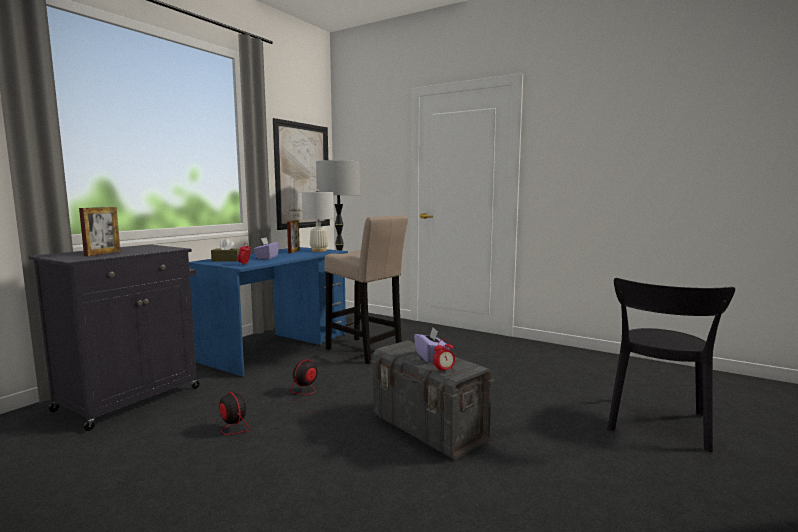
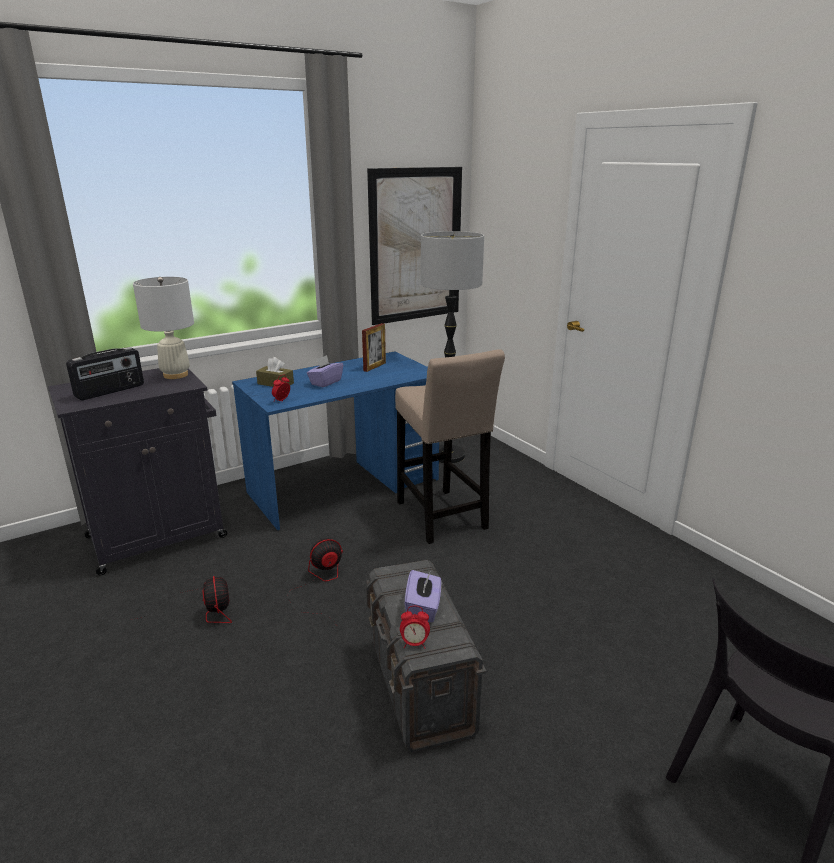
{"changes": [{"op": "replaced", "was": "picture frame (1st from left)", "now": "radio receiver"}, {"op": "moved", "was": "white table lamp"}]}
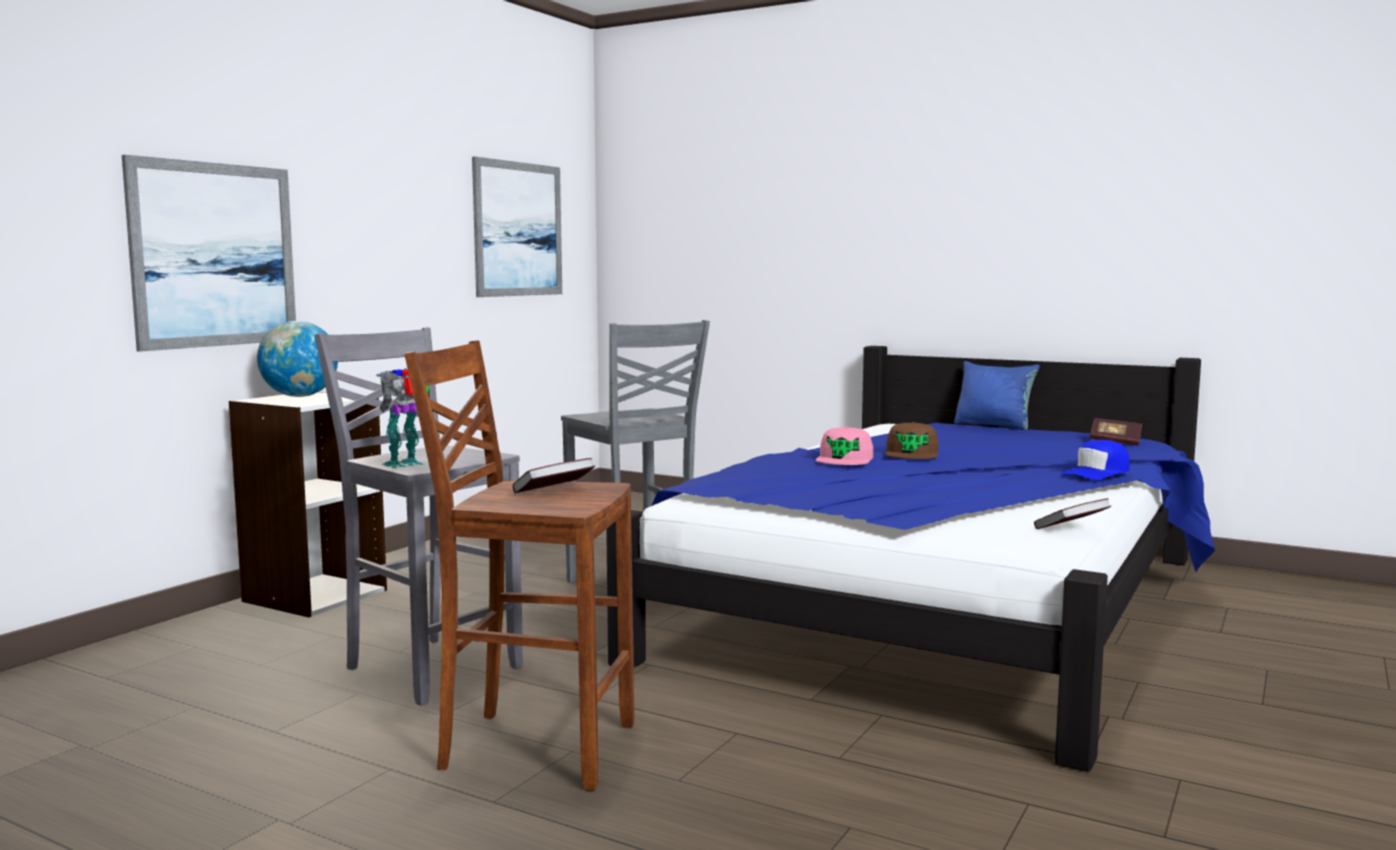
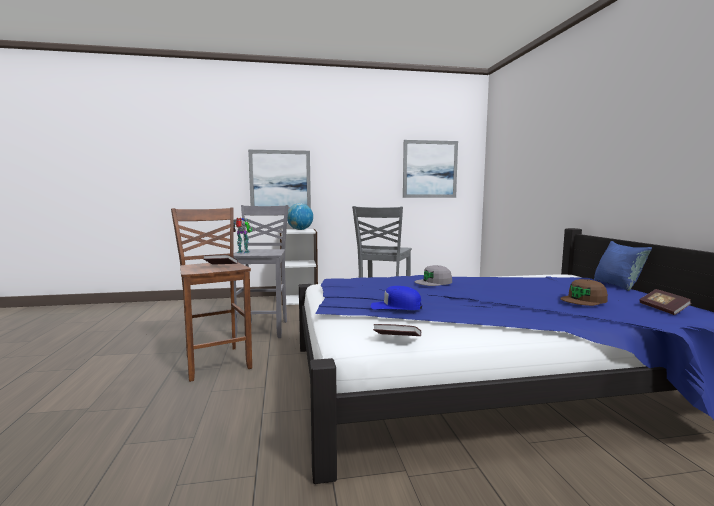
{"changes": [{"op": "moved", "was": "blue-coloured peaked cap"}, {"op": "recoloured", "was": "pink-coloured peaked cap", "now": "grey peaked cap"}, {"op": "moved", "was": "brownish peaked cap"}]}
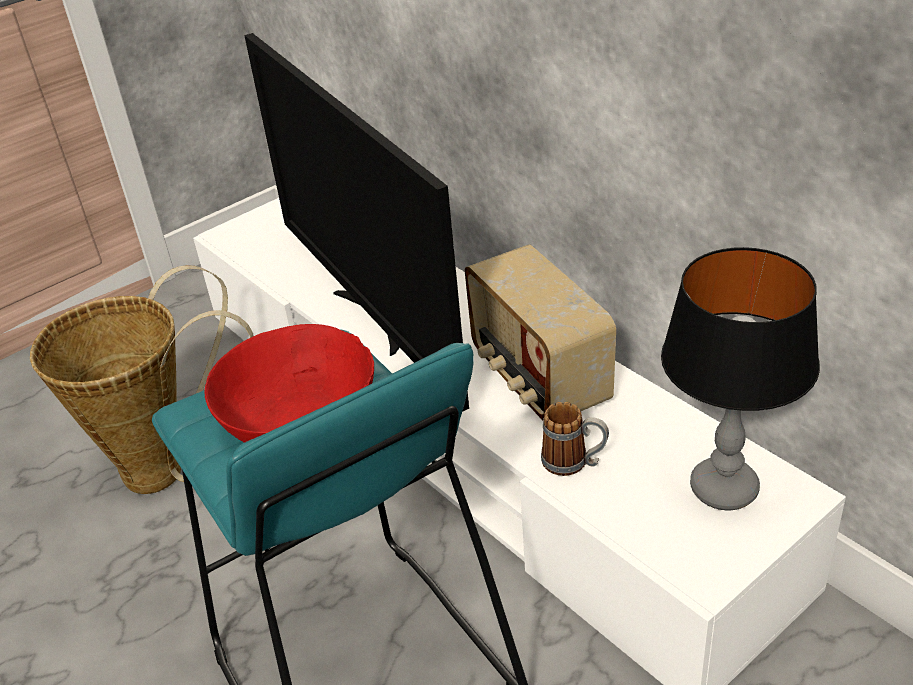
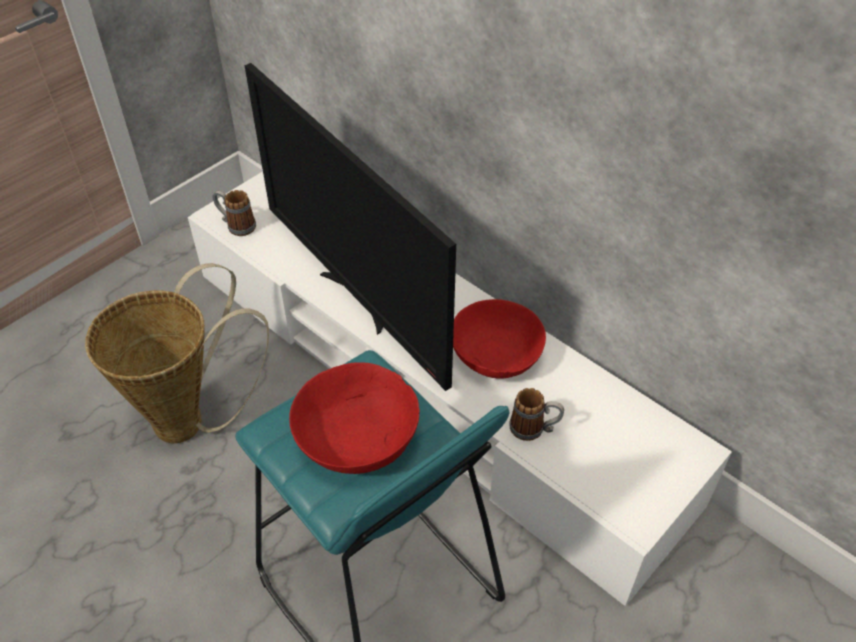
{"changes": [{"op": "added", "now": "mug (1st from left)"}, {"op": "replaced", "was": "radio receiver", "now": "red-coloured deep dish (2nd from left)"}, {"op": "removed", "was": "table lamp"}]}
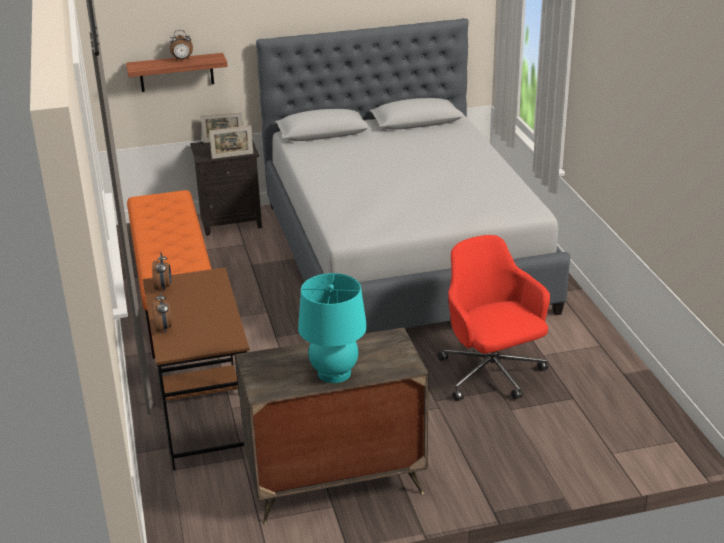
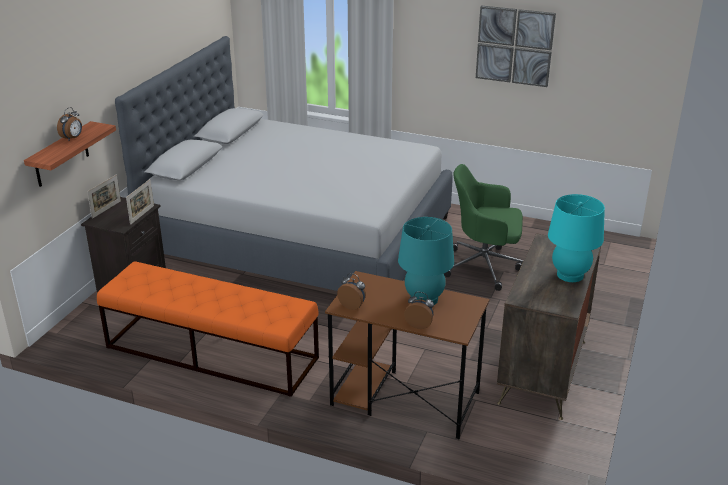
{"changes": [{"op": "added", "now": "turquoise-coloured table lamp (1st from left)"}, {"op": "recoloured", "was": "red-coloured computer chair", "now": "green-coloured computer chair"}, {"op": "added", "now": "wall picture"}]}
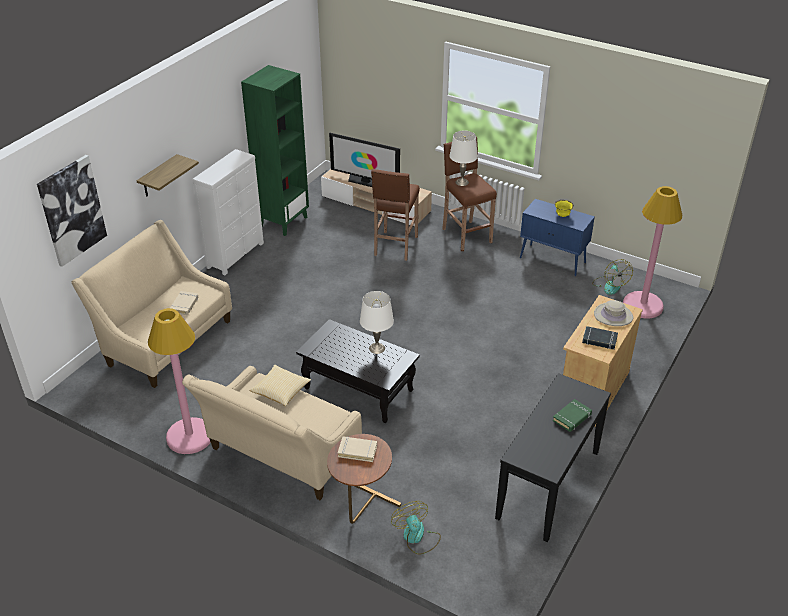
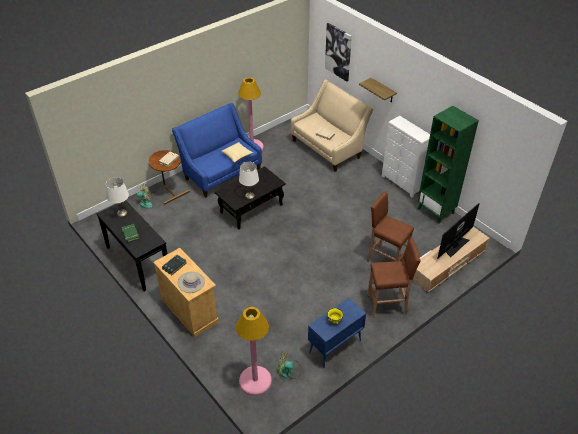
{"changes": [{"op": "moved", "was": "white table lamp (2nd from left in the first image)", "now": "white table lamp (1st from left)"}, {"op": "recoloured", "was": "beige couch (2nd from left)", "now": "blue-coloured couch"}]}
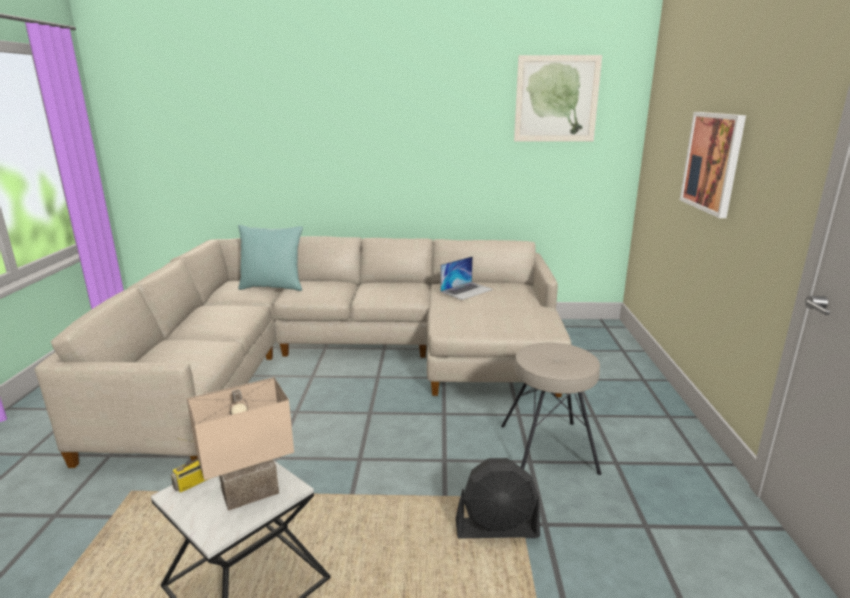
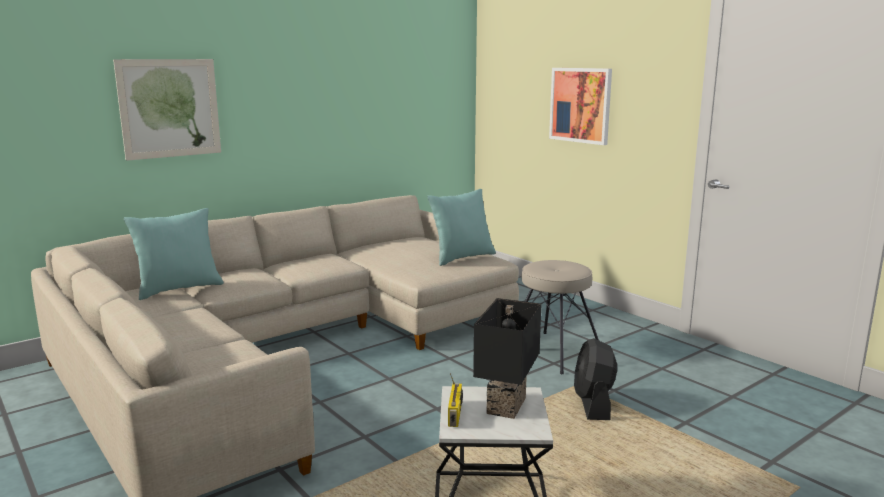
{"changes": [{"op": "moved", "was": "wall picture (1st from left)"}, {"op": "added", "now": "turquoise-coloured pillow (2nd from left)"}, {"op": "recoloured", "was": "beige table lamp", "now": "black table lamp"}, {"op": "turned", "was": "black fan", "clockwise": 135}, {"op": "removed", "was": "notebook computer"}]}
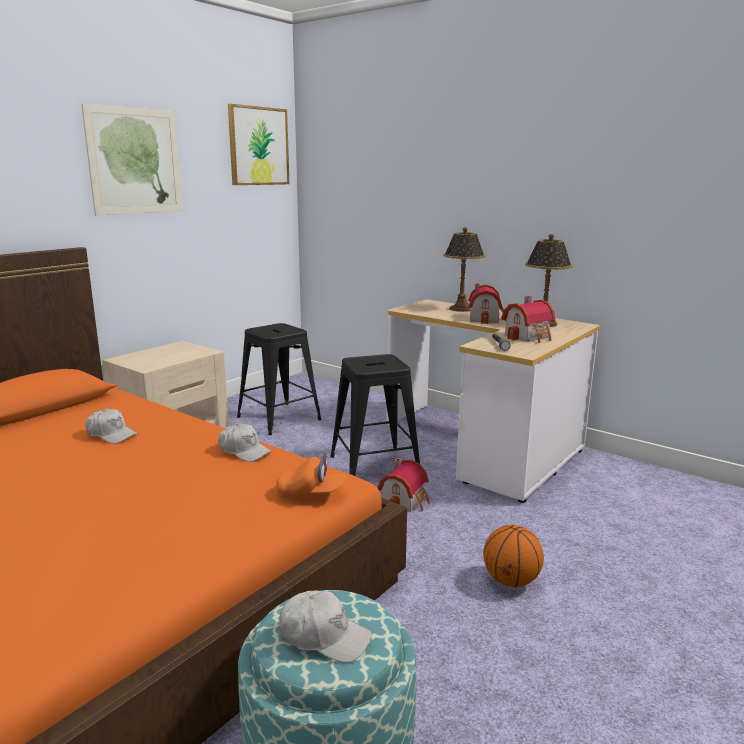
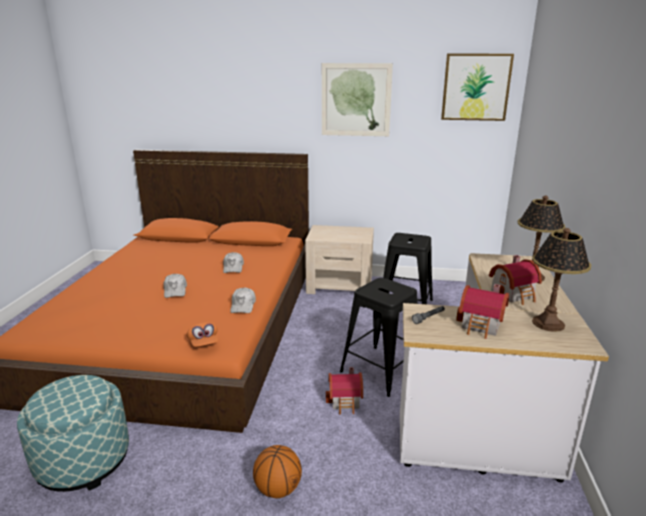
{"changes": [{"op": "moved", "was": "white peaked cap (3rd from left in the first image)", "now": "white peaked cap (1st from left)"}]}
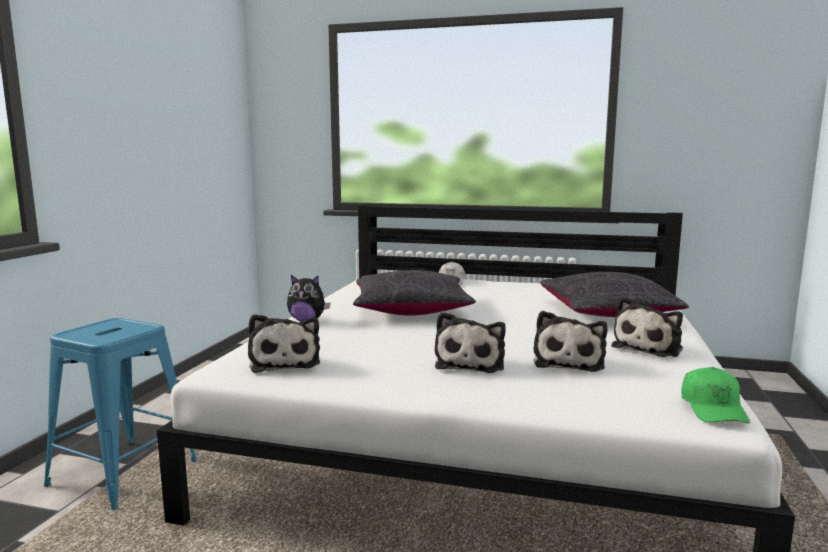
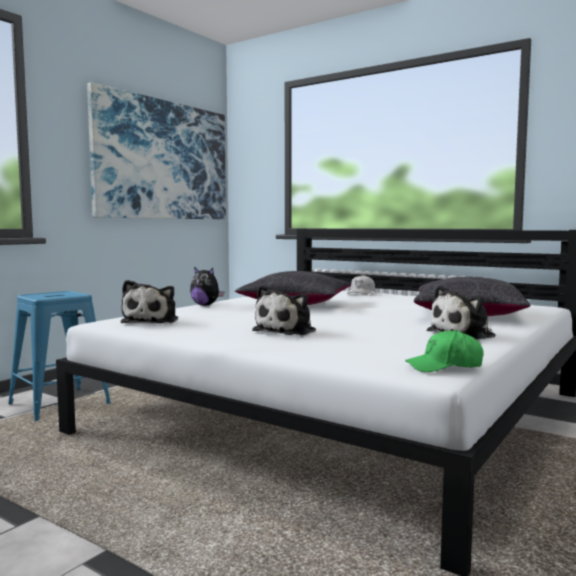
{"changes": [{"op": "added", "now": "wall picture"}, {"op": "turned", "was": "green-coloured peaked cap", "clockwise": 60}, {"op": "removed", "was": "plush toy (4th from left)"}]}
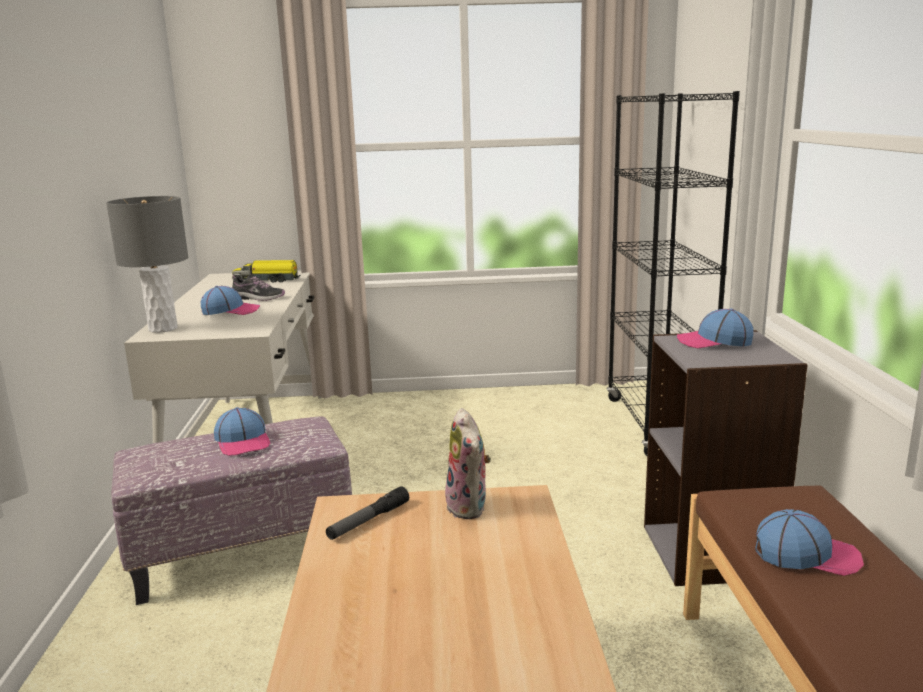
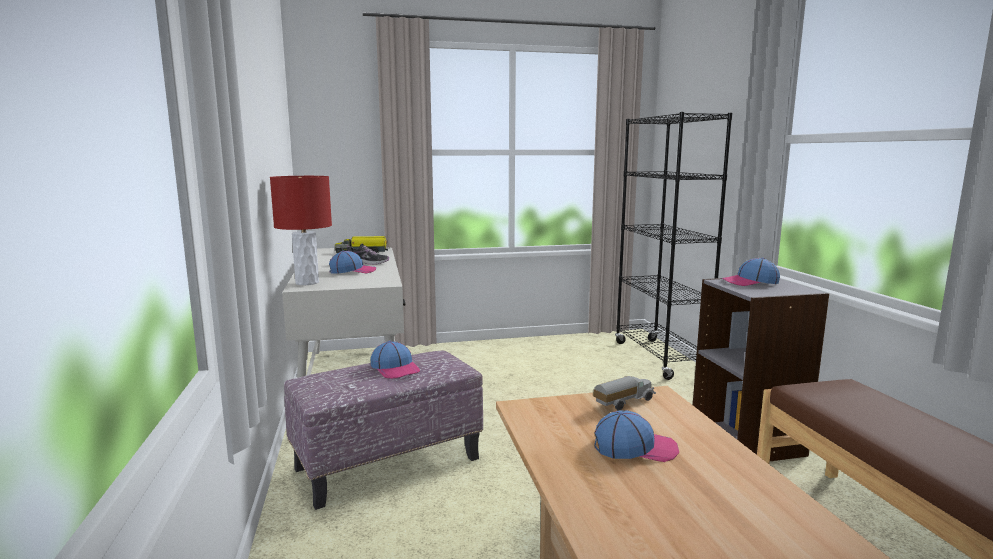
{"changes": [{"op": "recoloured", "was": "grey table lamp", "now": "red-coloured table lamp"}, {"op": "replaced", "was": "plush toy", "now": "toy lorry (2nd from left)"}, {"op": "moved", "was": "peaked cap (4th from left in the first image)", "now": "peaked cap (3rd from left)"}, {"op": "removed", "was": "torch"}]}
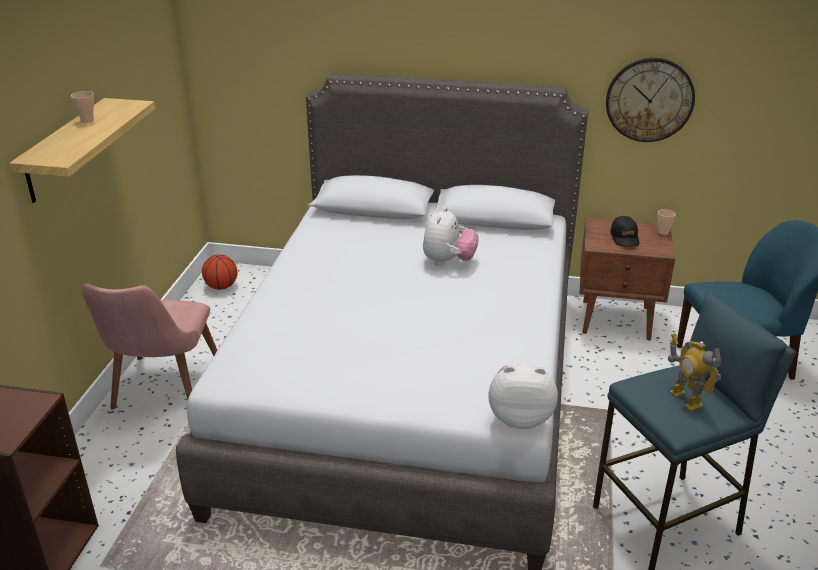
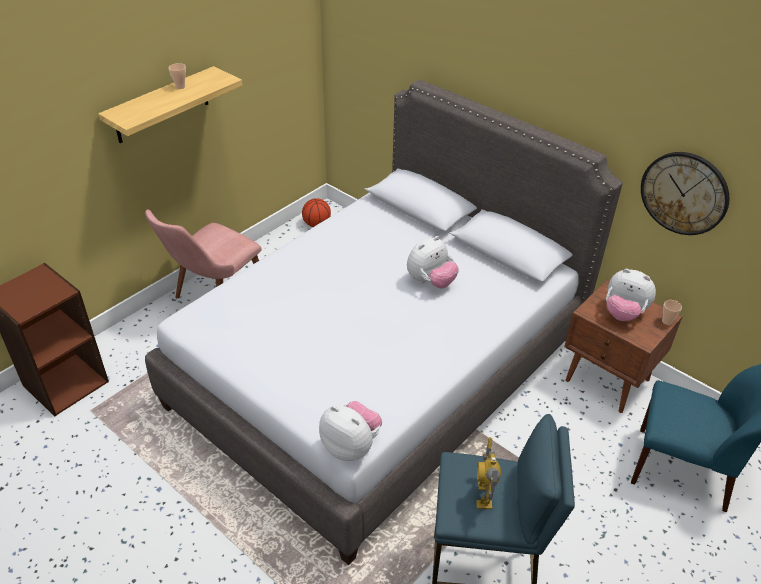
{"changes": [{"op": "replaced", "was": "black peaked cap", "now": "plush toy (3rd from left)"}]}
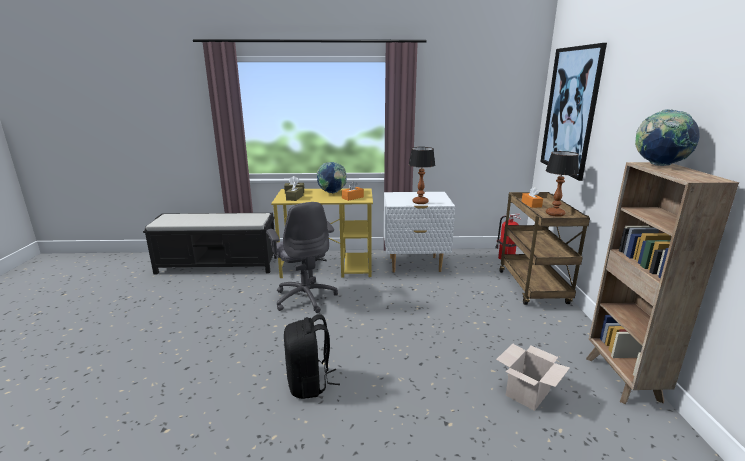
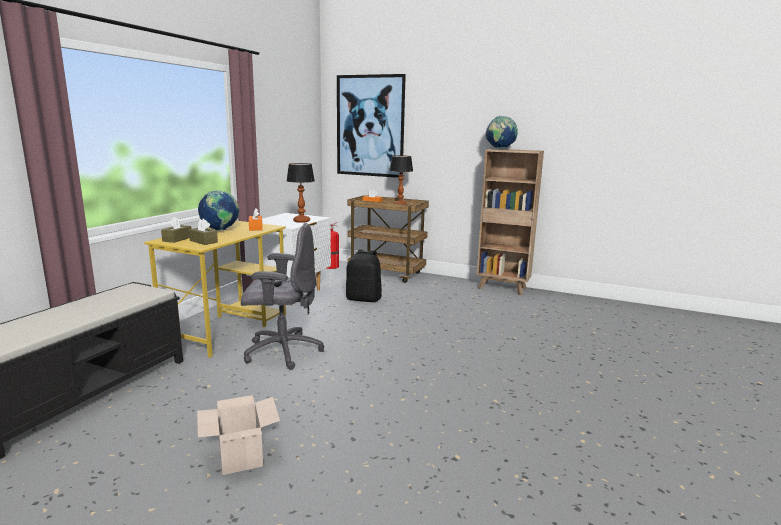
{"changes": [{"op": "moved", "was": "carton"}, {"op": "moved", "was": "black rucksack"}]}
